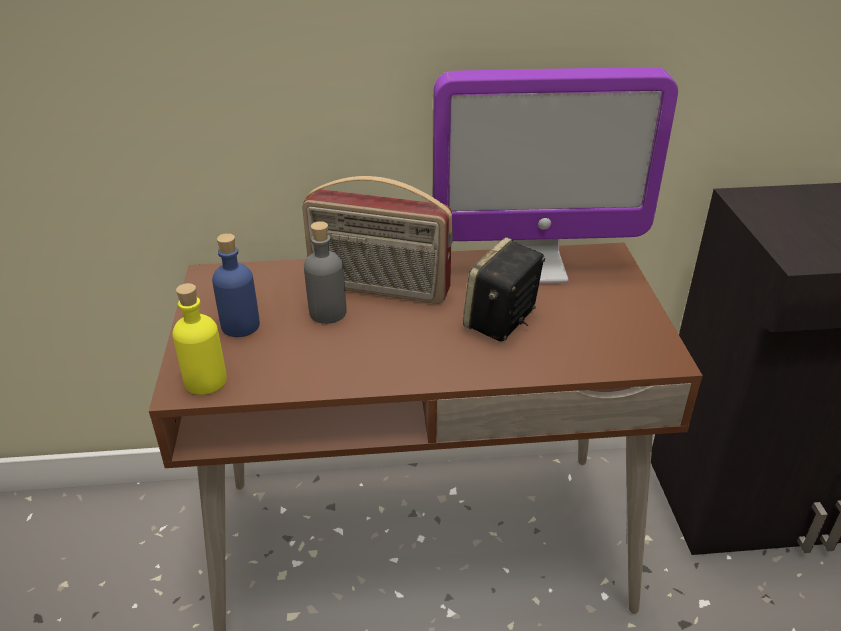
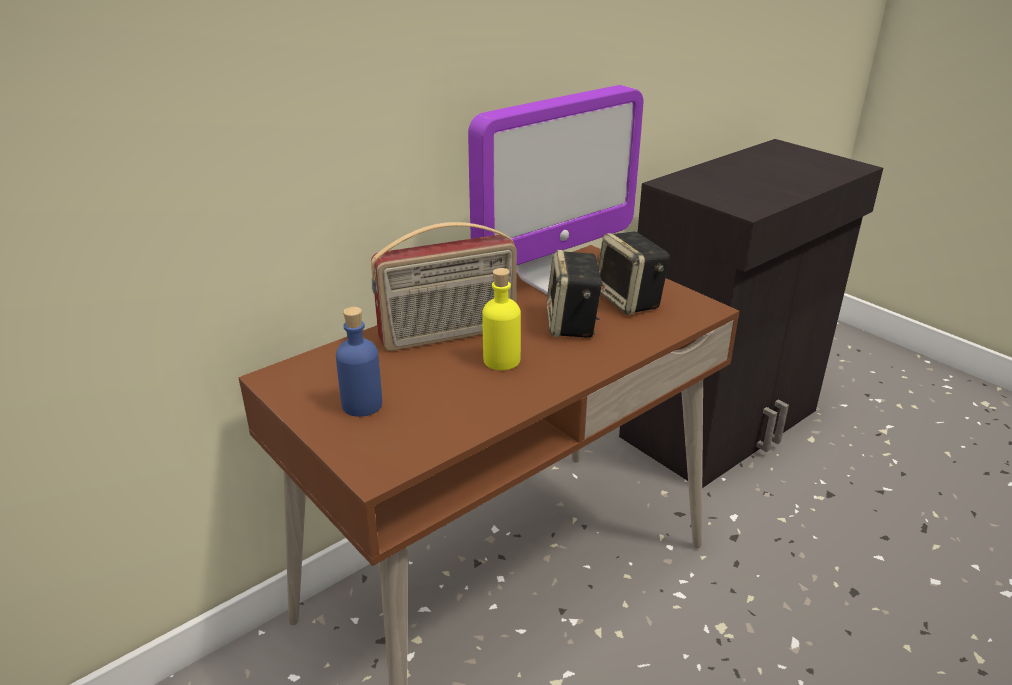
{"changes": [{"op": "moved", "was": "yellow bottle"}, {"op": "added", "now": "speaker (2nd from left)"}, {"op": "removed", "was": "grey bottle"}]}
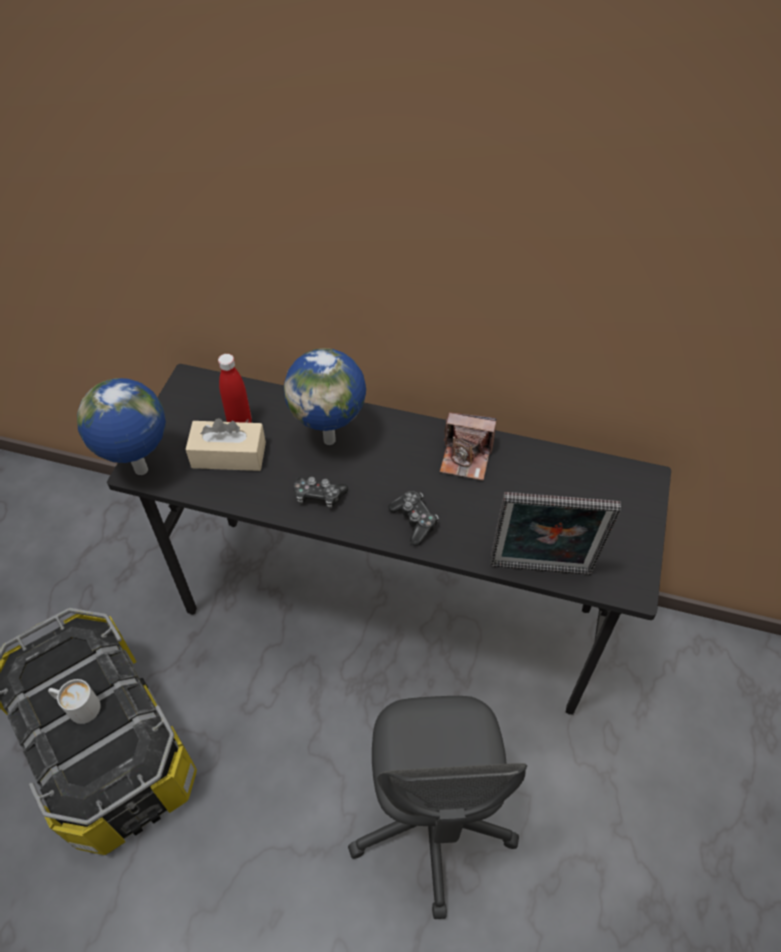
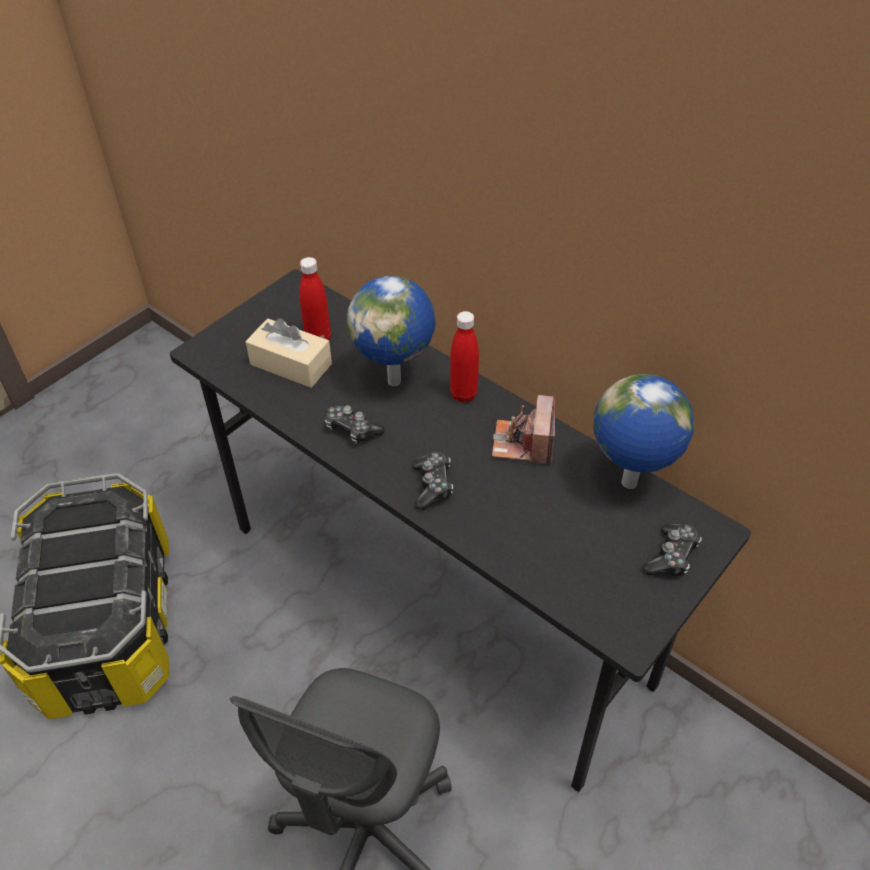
{"changes": [{"op": "added", "now": "red-coloured bottle (2nd from left)"}, {"op": "turned", "was": "still camera", "clockwise": 60}, {"op": "moved", "was": "desk globe (1st from left in the first image)", "now": "desk globe (2nd from left)"}, {"op": "added", "now": "joypad (3rd from left)"}, {"op": "removed", "was": "white mug"}, {"op": "removed", "was": "picture frame"}]}
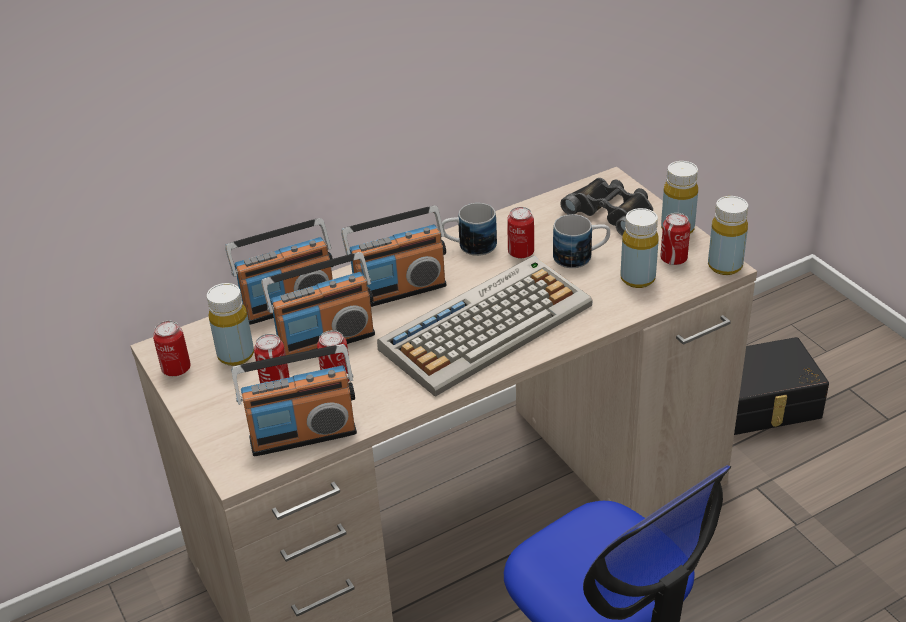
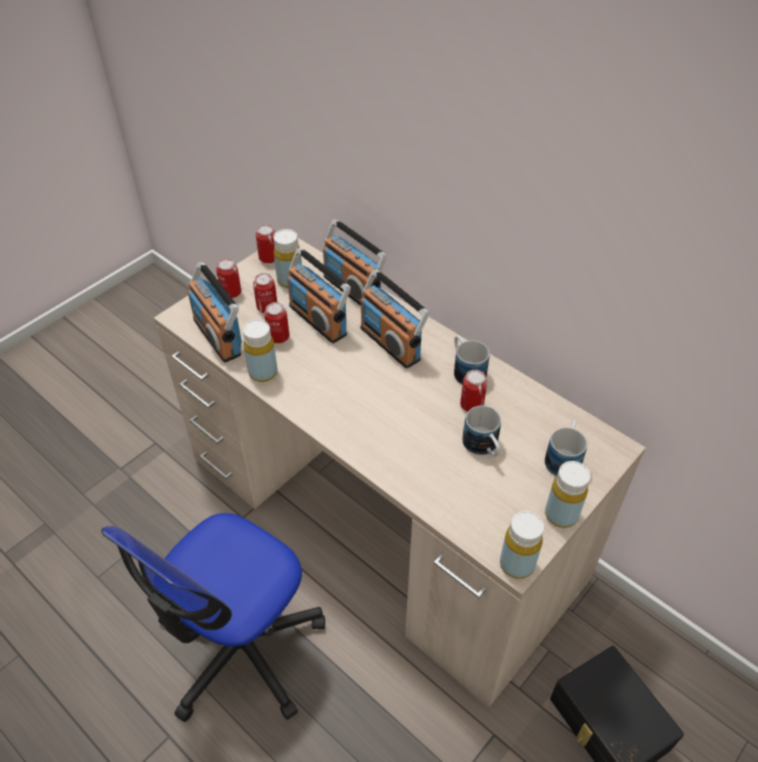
{"changes": [{"op": "moved", "was": "can (5th from left in the first image)", "now": "can (1st from left)"}, {"op": "moved", "was": "yellow bottle (2nd from left in the first image)", "now": "yellow bottle (1st from left)"}, {"op": "replaced", "was": "black pair of binoculars", "now": "mug (3rd from left)"}, {"op": "removed", "was": "keyboard"}]}
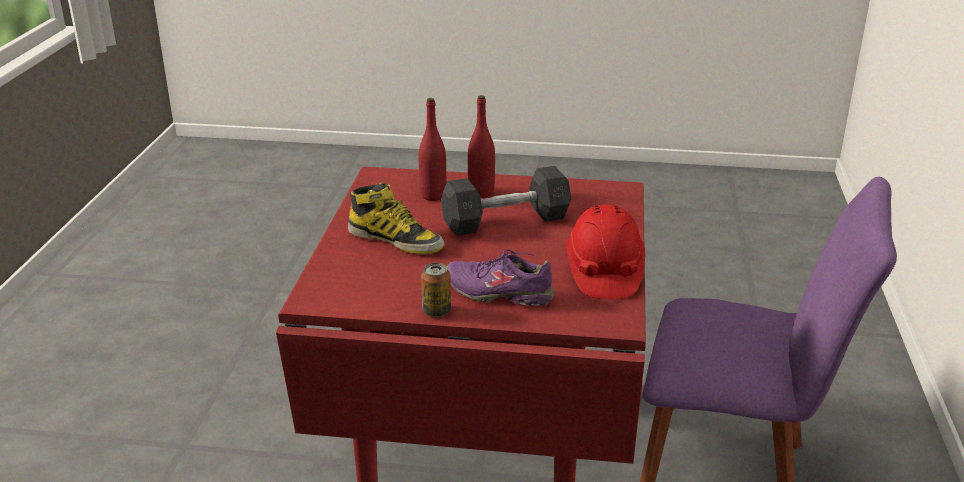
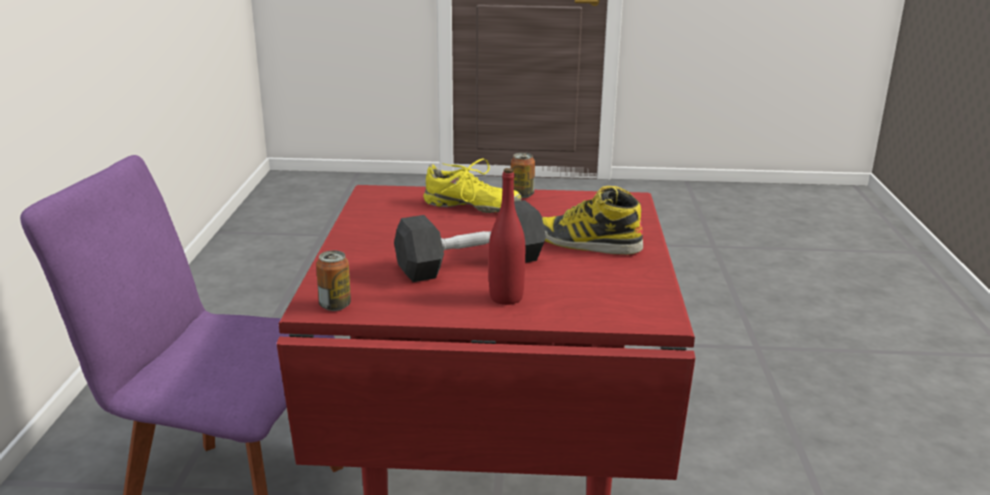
{"changes": [{"op": "added", "now": "can (1st from left)"}, {"op": "recoloured", "was": "purple shoe", "now": "yellow shoe"}, {"op": "removed", "was": "red-coloured bottle (1st from left)"}, {"op": "removed", "was": "red-coloured work helmet"}]}
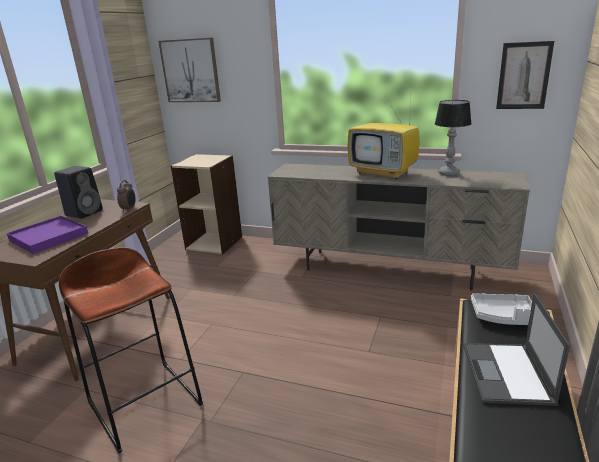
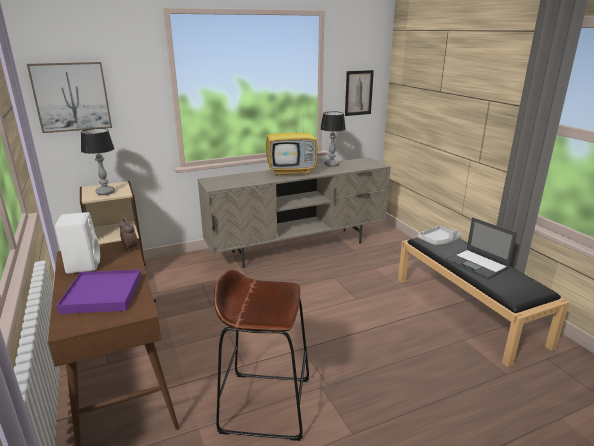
{"changes": [{"op": "recoloured", "was": "black speaker", "now": "white speaker"}, {"op": "added", "now": "table lamp (1st from left)"}]}
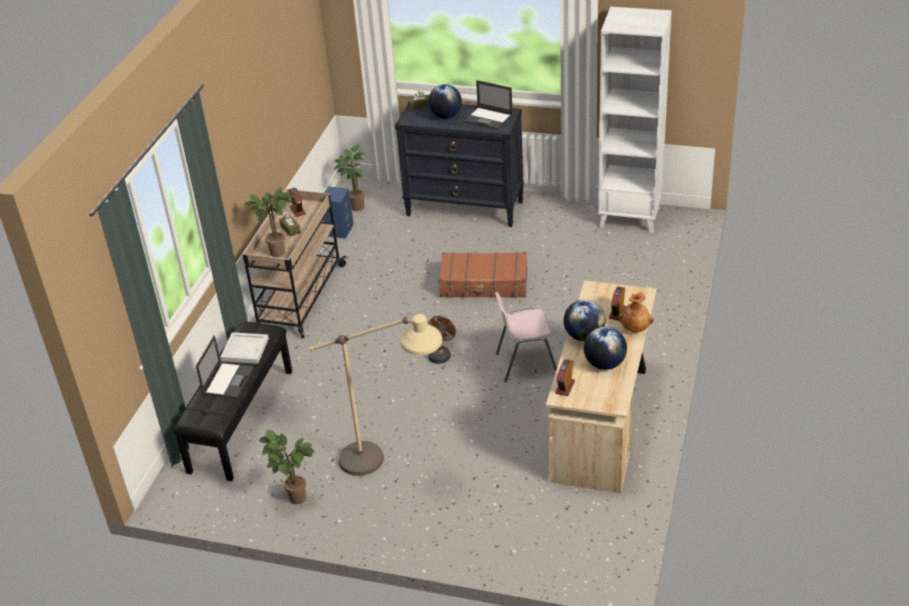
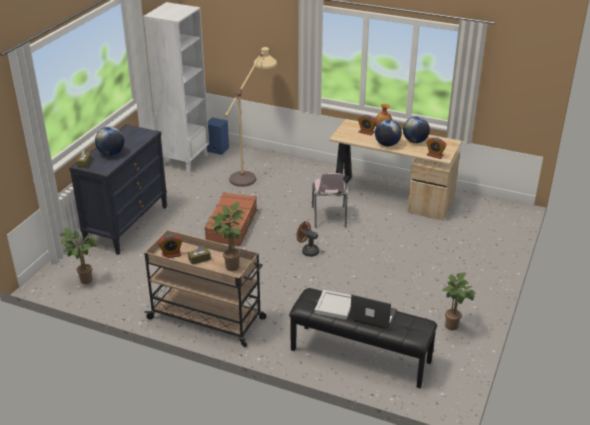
{"changes": [{"op": "moved", "was": "blue-coloured speaker"}, {"op": "moved", "was": "beige standard lamp"}, {"op": "removed", "was": "notebook computer (2nd from left)"}]}
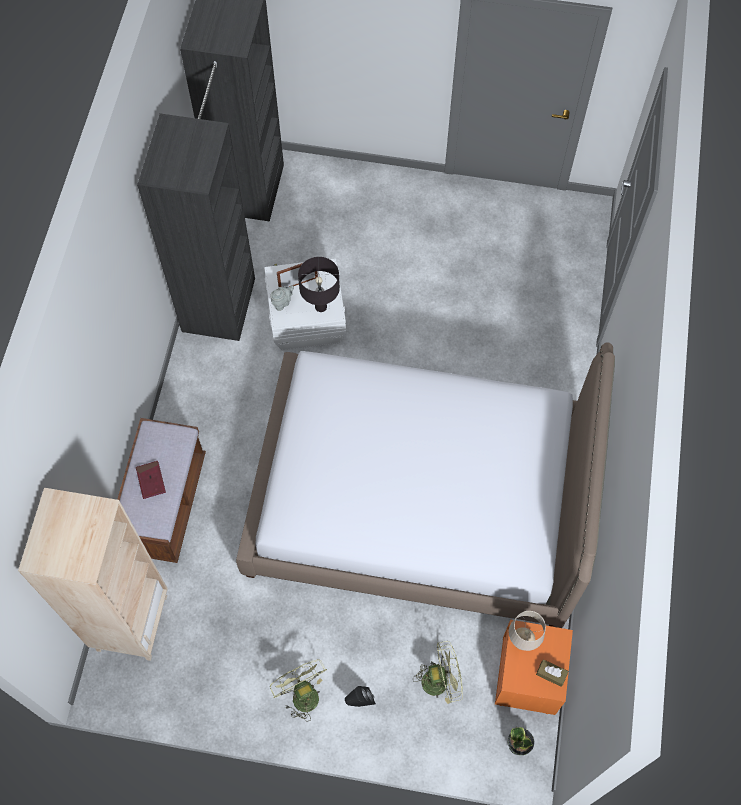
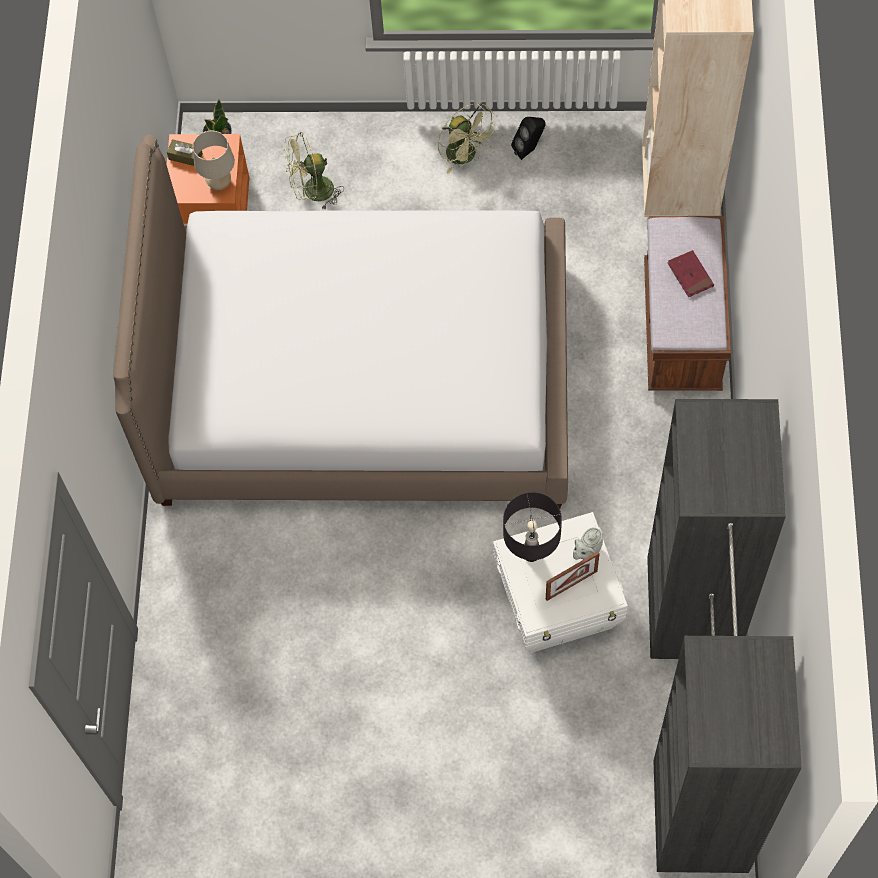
{"changes": [{"op": "moved", "was": "black speaker"}]}
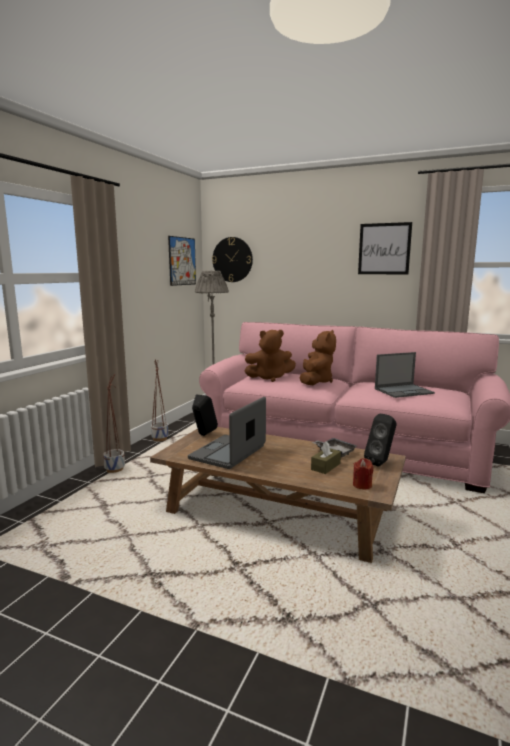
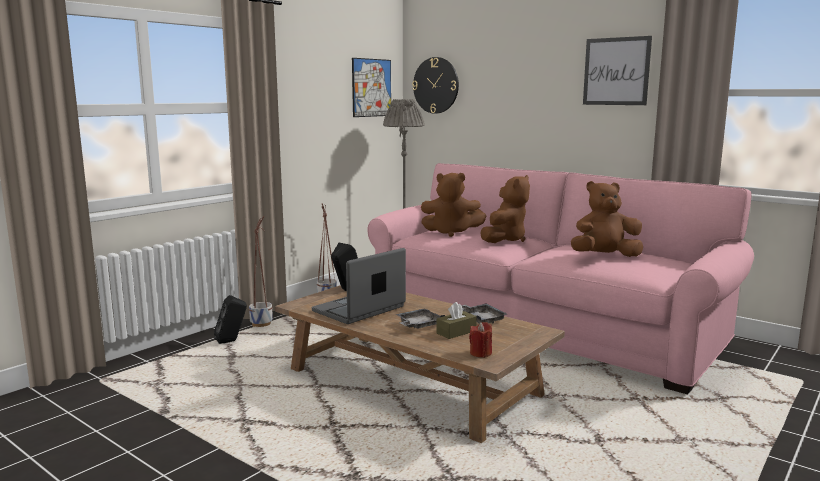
{"changes": [{"op": "moved", "was": "black speaker (2nd from left in the first image)", "now": "black speaker (1st from left)"}, {"op": "added", "now": "grey serving tray (1st from left)"}, {"op": "replaced", "was": "notebook computer (2nd from left)", "now": "brownish plush toy (3rd from left)"}]}
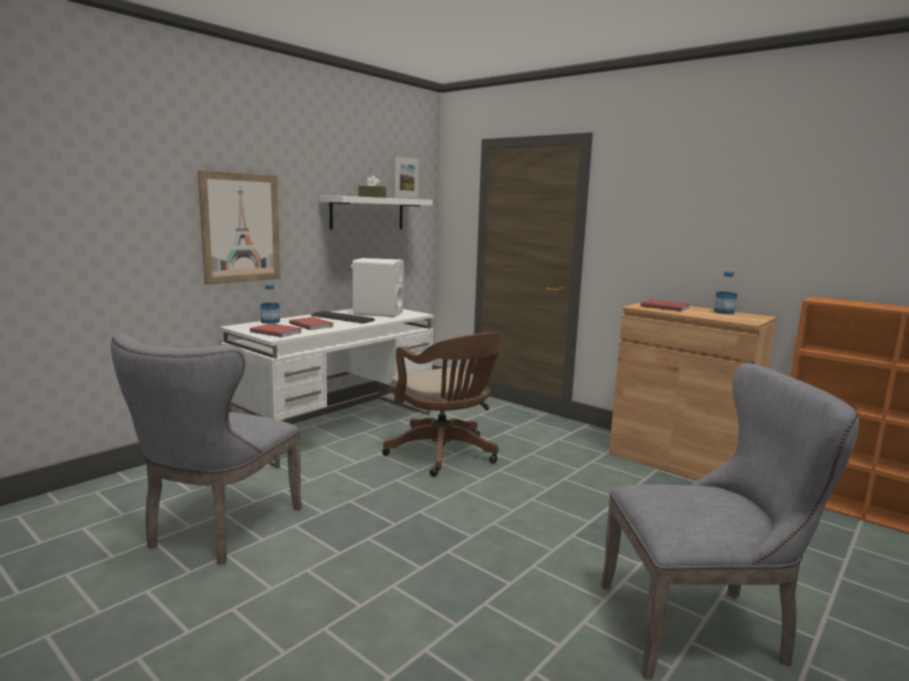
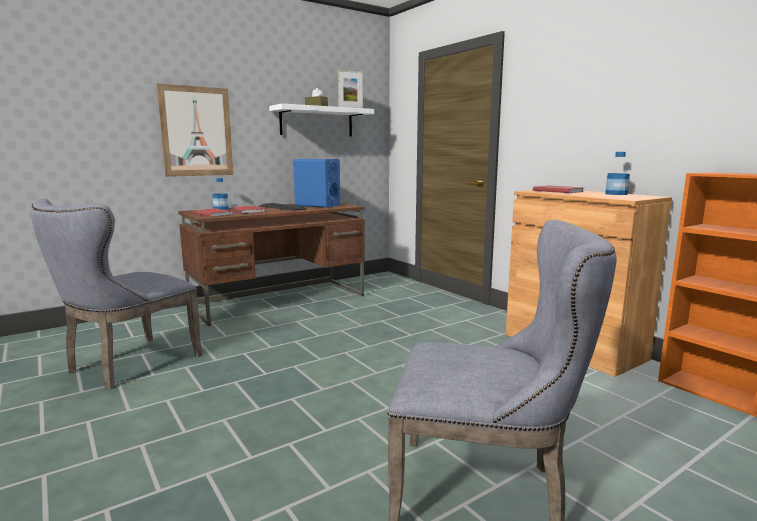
{"changes": [{"op": "recoloured", "was": "white desk table", "now": "brownish desk table"}, {"op": "recoloured", "was": "white speaker", "now": "blue-coloured speaker"}, {"op": "removed", "was": "brownish computer chair"}]}
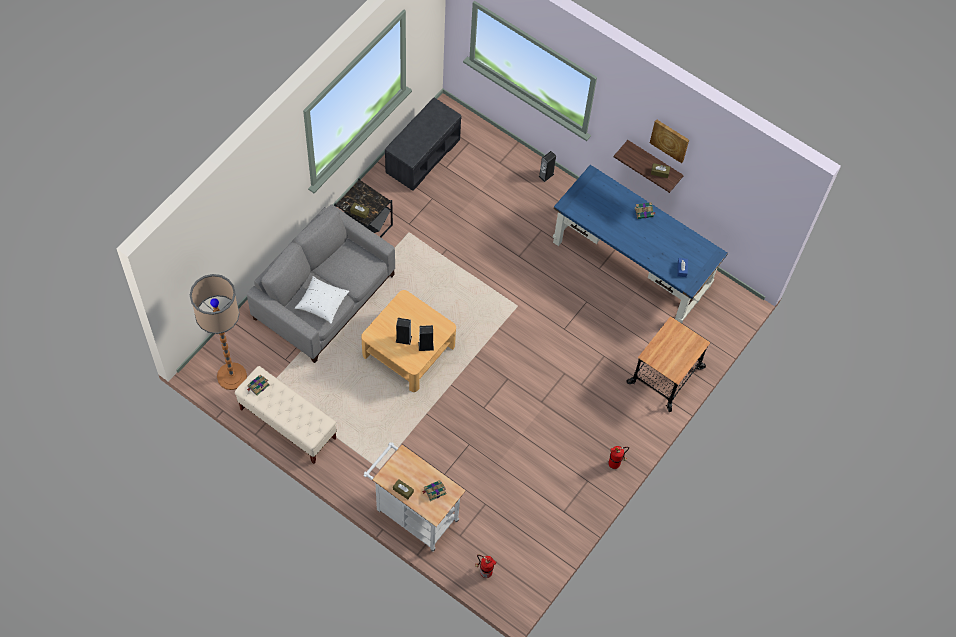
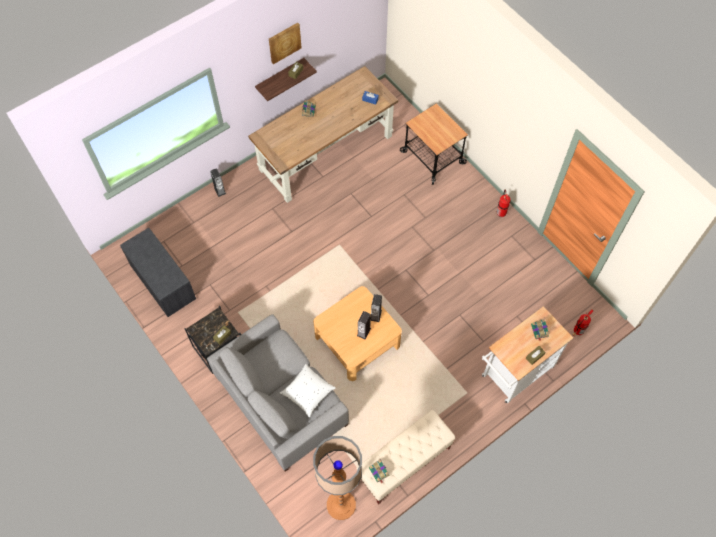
{"changes": [{"op": "recoloured", "was": "blue-coloured desk table", "now": "brownish desk table"}]}
